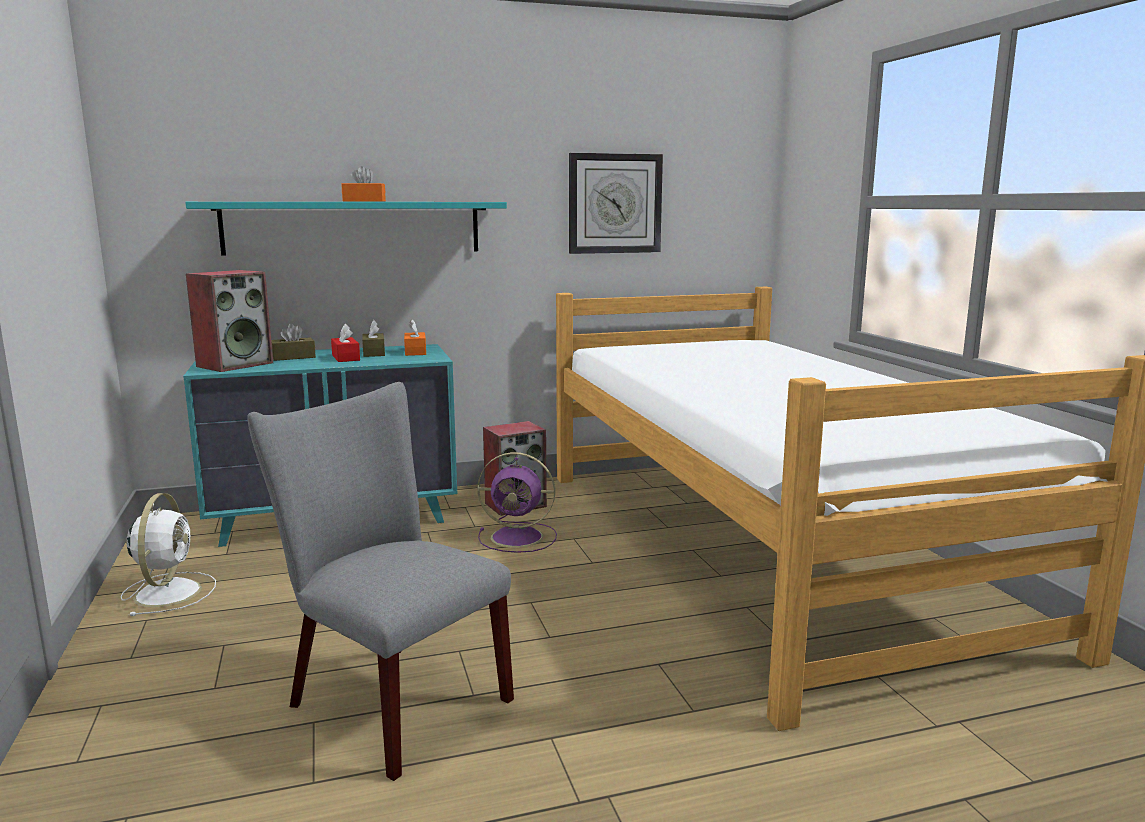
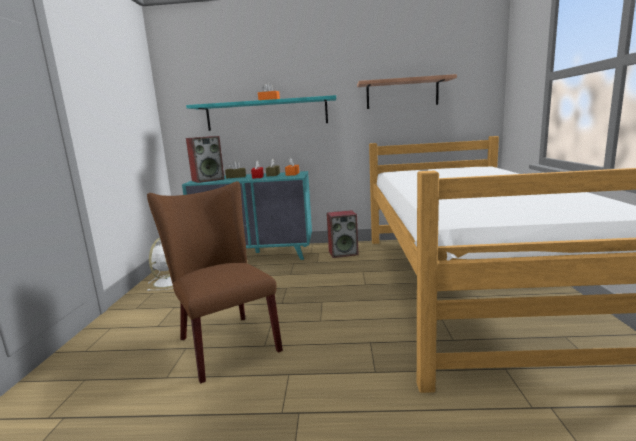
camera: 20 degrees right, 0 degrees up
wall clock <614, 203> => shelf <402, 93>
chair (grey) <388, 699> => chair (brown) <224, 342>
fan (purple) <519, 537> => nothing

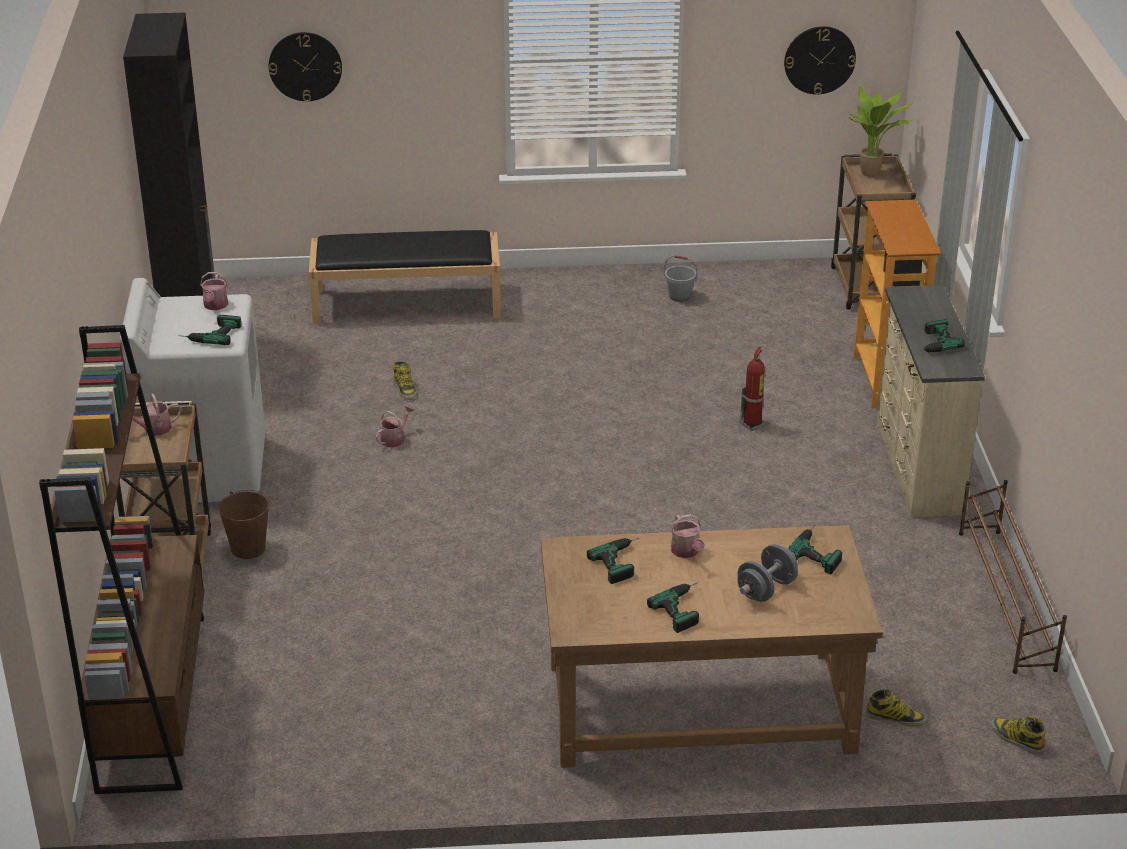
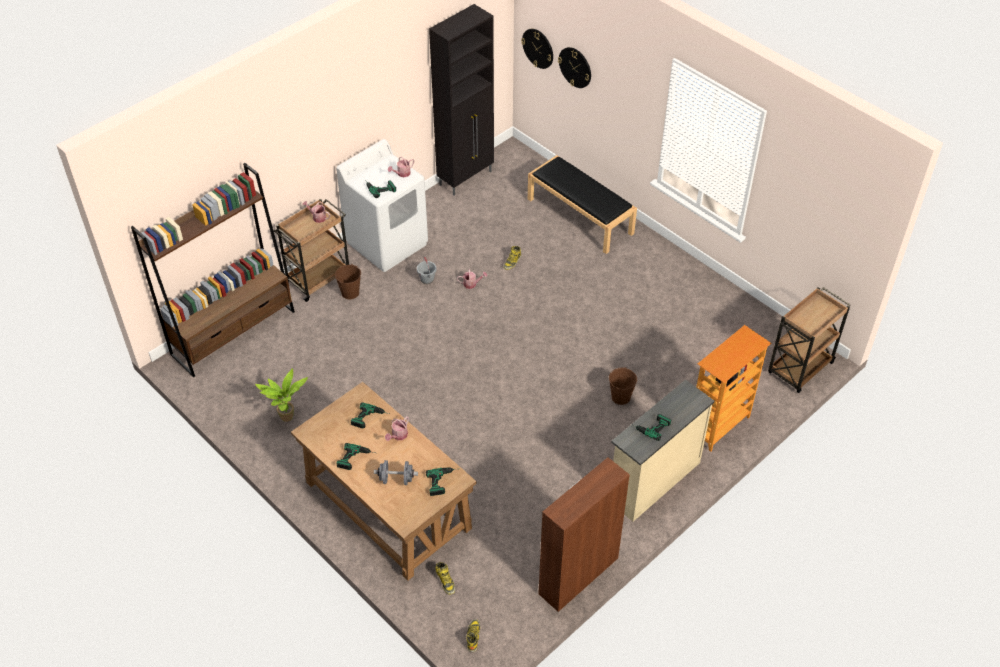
camera: 50 degrees right, 15 degrees up
wall clock <819, 60> => wall clock <538, 48>, relocated
potted plant <872, 174> => potted plant <288, 419>, relocated
bucket (grey) <679, 296> => bucket (grey) <427, 279>, relocated
fire extinguisher <752, 424> => bucket (brown) <621, 397>
shoe rack (brown) <1005, 600> => cabinet (brown) <578, 576>

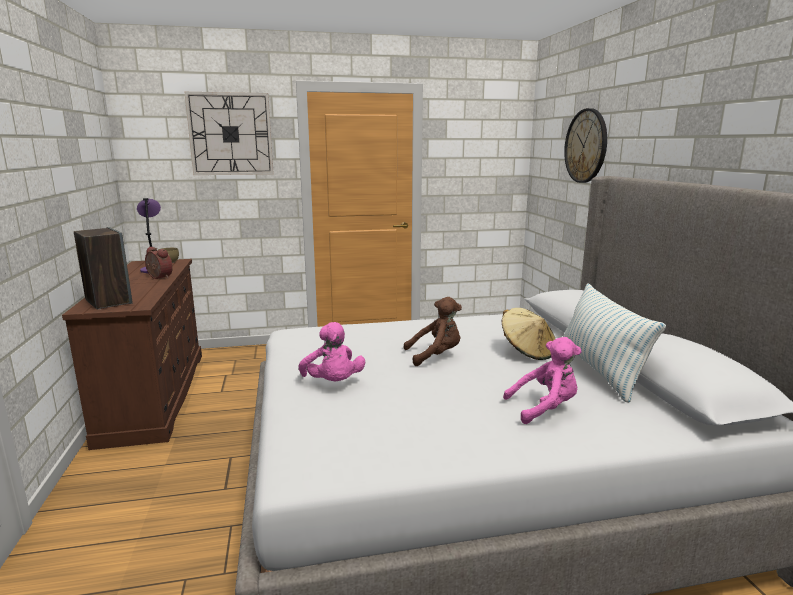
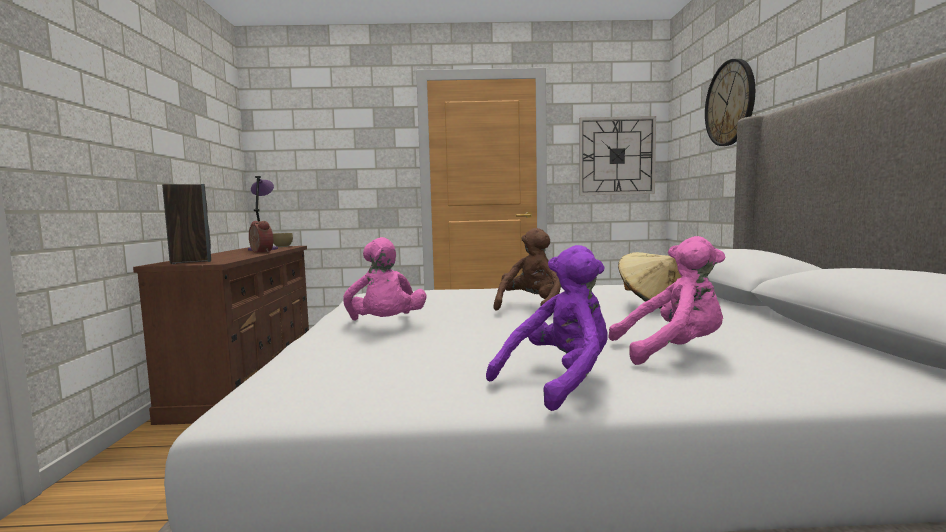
camera: 10 degrees right, 10 degrees down
wall clock <230, 134> => wall clock <616, 156>, relocated
pillow <599, 370> => nothing
plush toy (brown) <435, 356> => plush toy (brown) <530, 307>, 60 degrees counterclockwise
nothing => plush toy (purple) <560, 381>

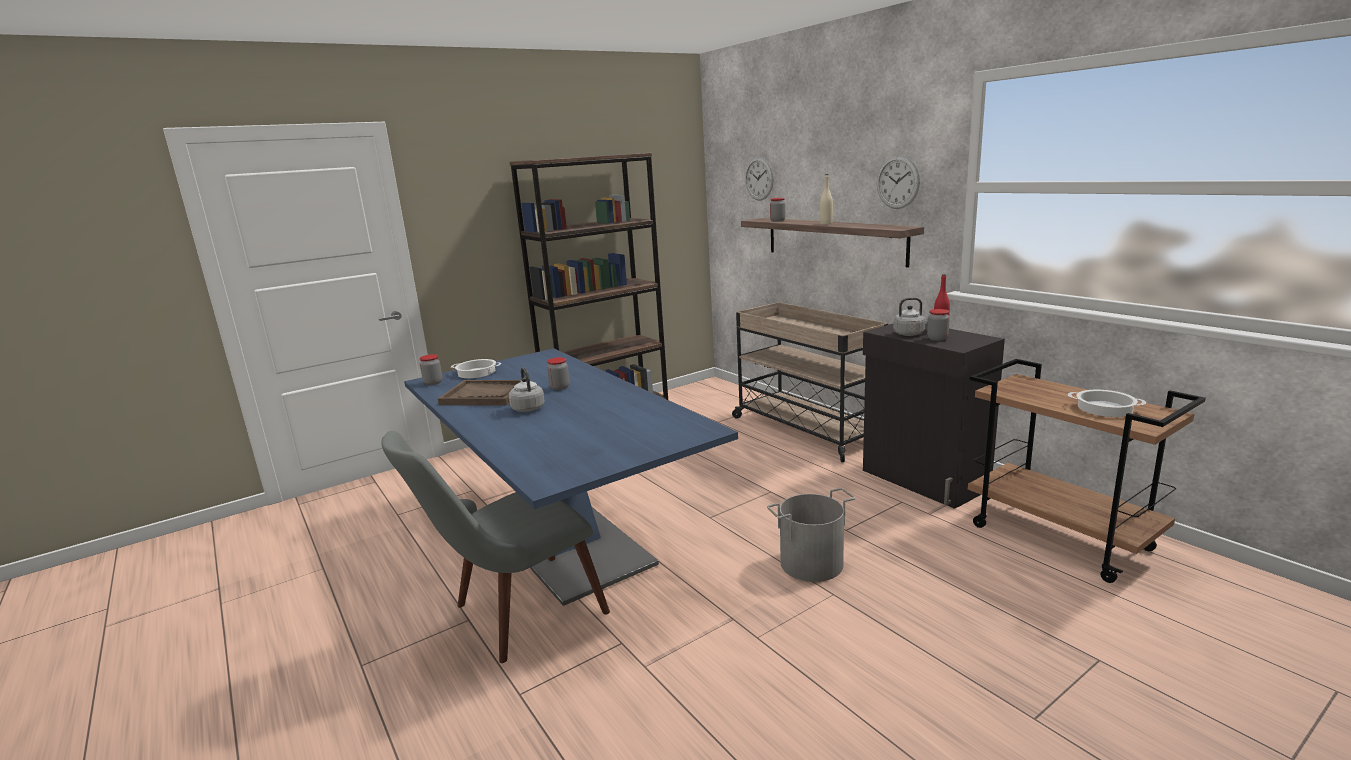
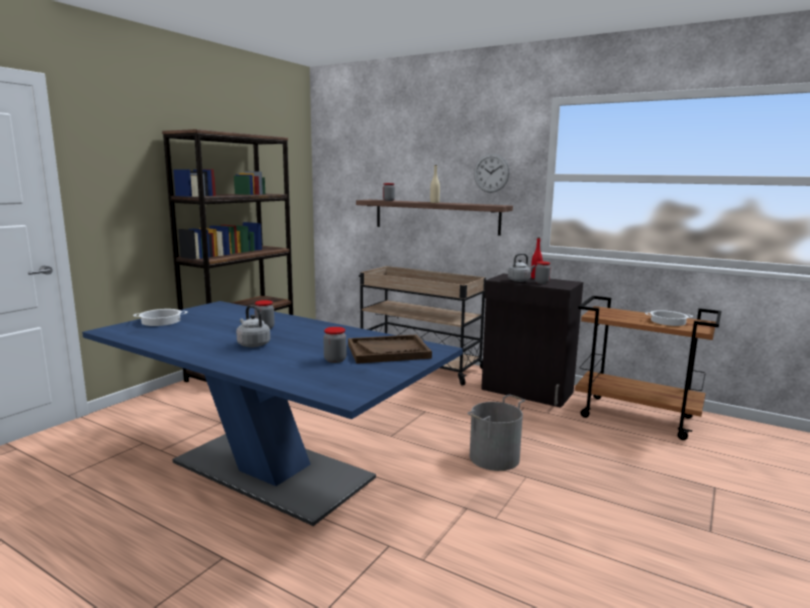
camera: 25 degrees left, 5 degrees down
wall clock <759, 179> => nothing
jar <433, 382> => jar <335, 360>, relocated
tray (brown) <485, 395> => tray (brown) <388, 351>, relocated
chair (grey) <512, 617> => nothing

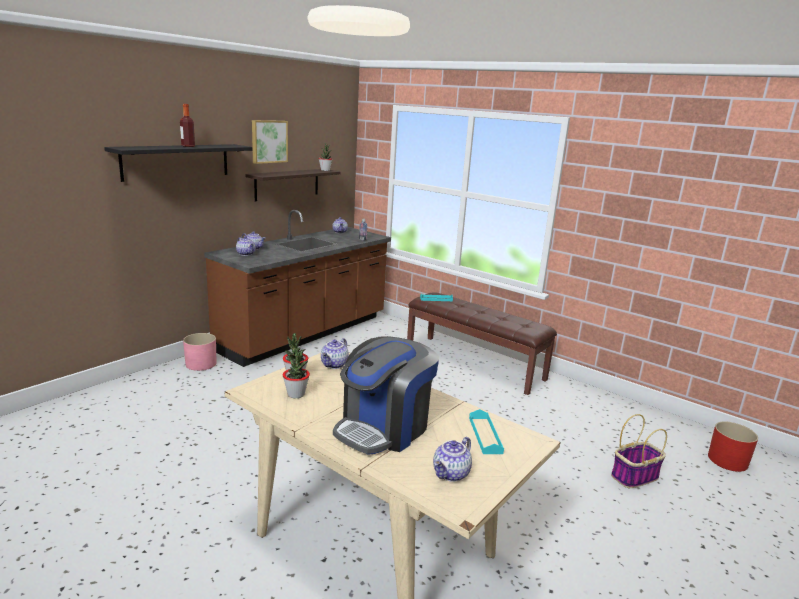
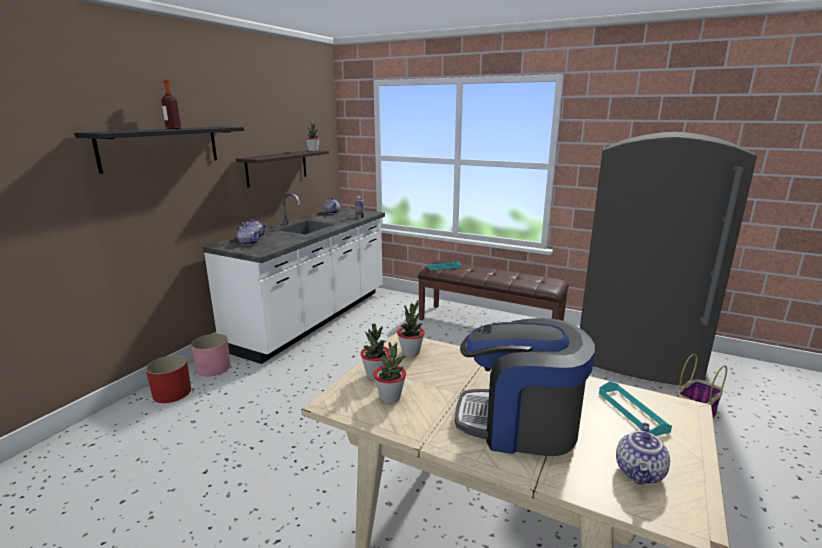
camera: 10 degrees left, 0 degrees up
picture <268, 141> => nothing
counter (brown) <305, 334> => counter (white) <313, 319>
coffee machine <384, 428> => coffee machine <519, 424>, 75 degrees clockwise
teapot <334, 365> => potted plant <410, 353>
planter (red) <727, 460> => planter (red) <171, 393>, relocated
nothing => fridge (grey) <638, 358>

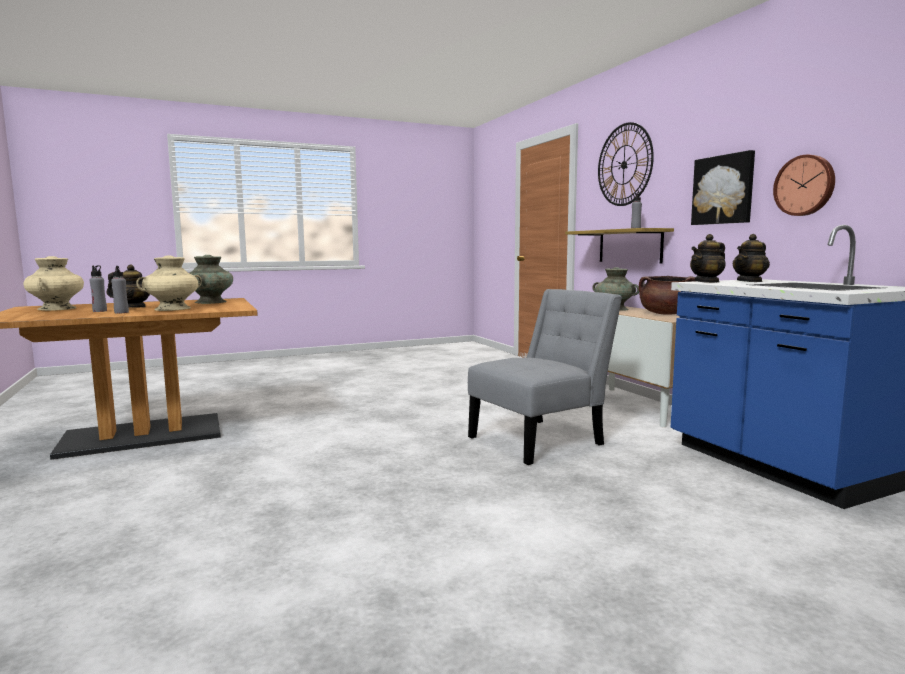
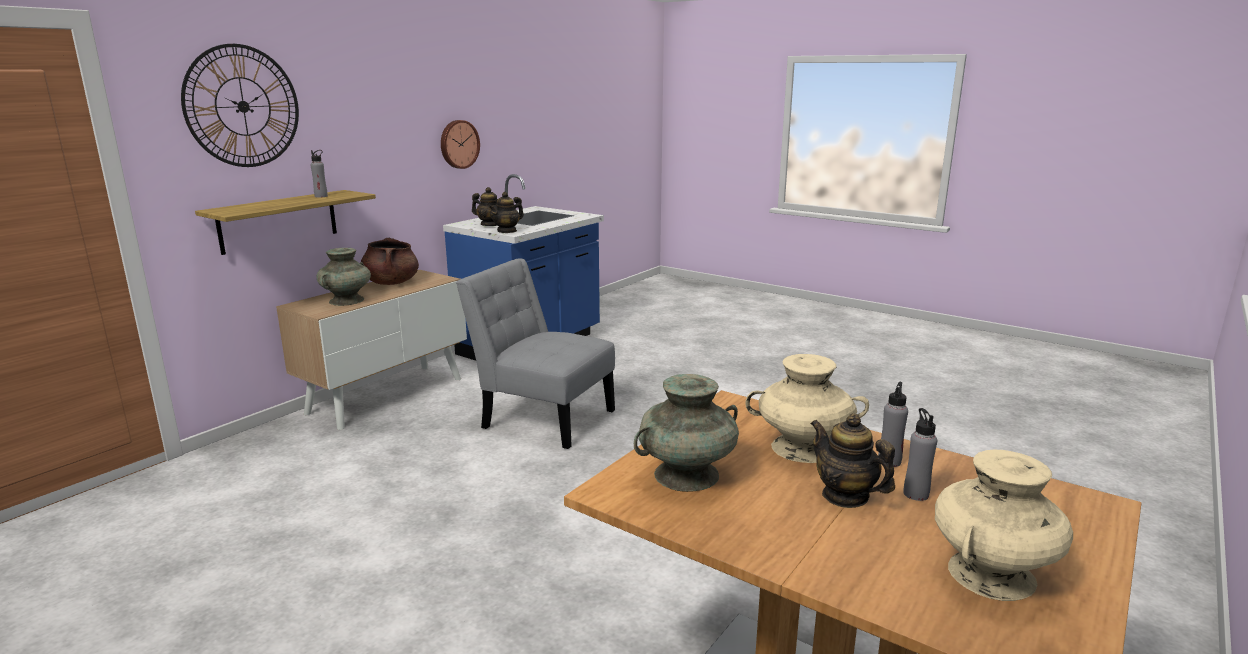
camera: 120 degrees left, 10 degrees up
picture <723, 190> => nothing
teapot <707, 282> => teapot <507, 231>, 105 degrees clockwise

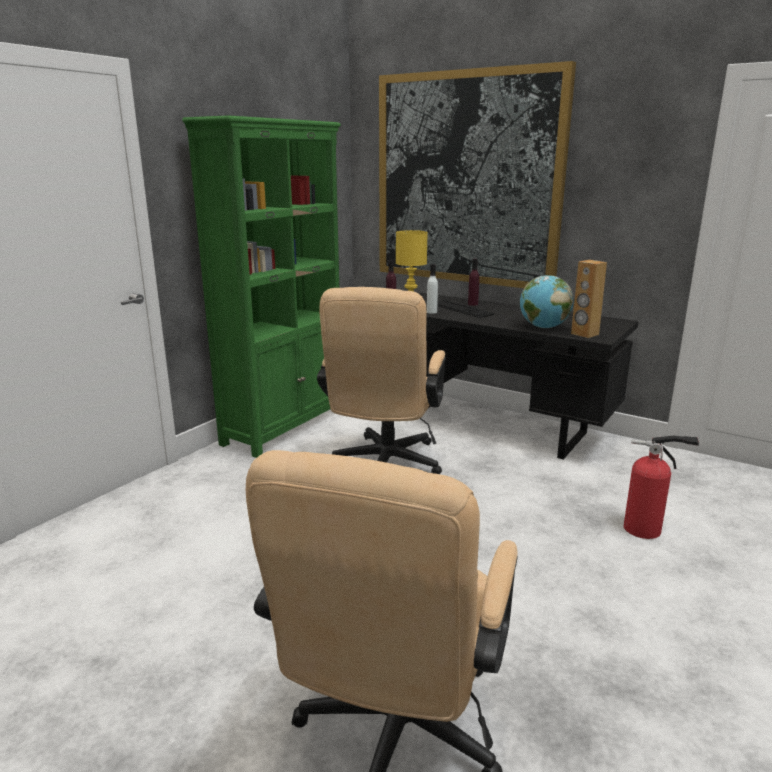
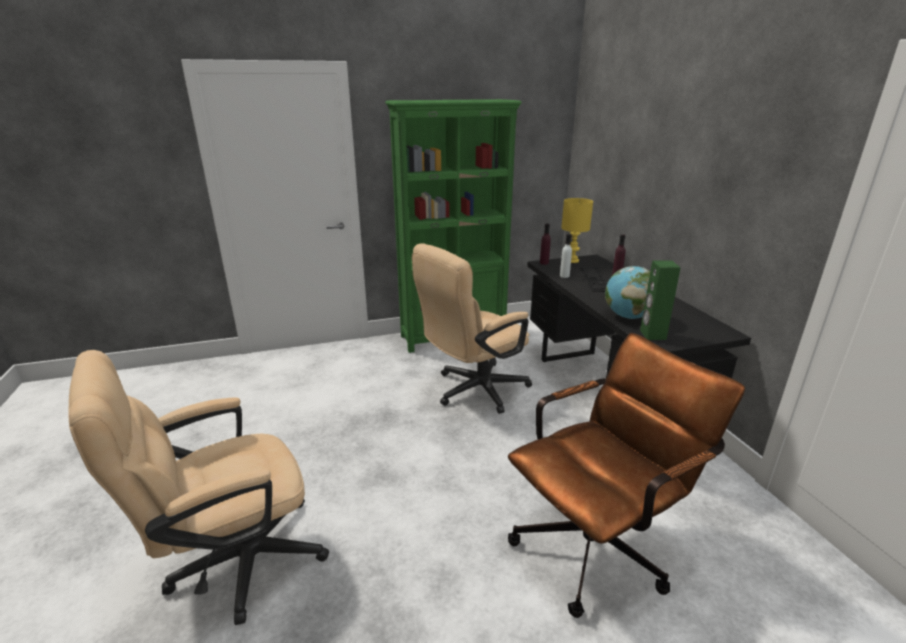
camera: 40 degrees right, 5 degrees up
picture <467, 180> => nothing
speaker (brown) <584, 334> => speaker (green) <652, 335>
fire extinguisher <646, 530> => office chair (brown) <599, 543>

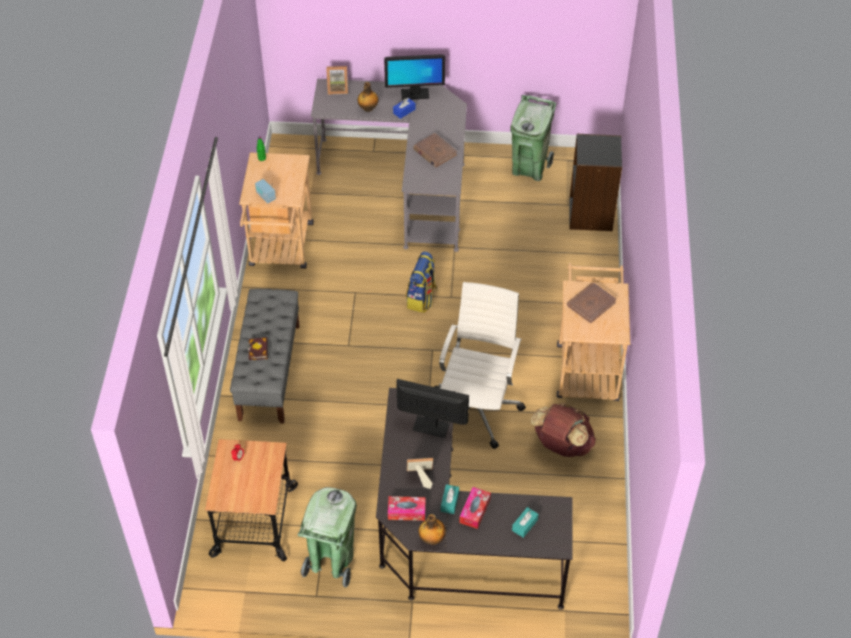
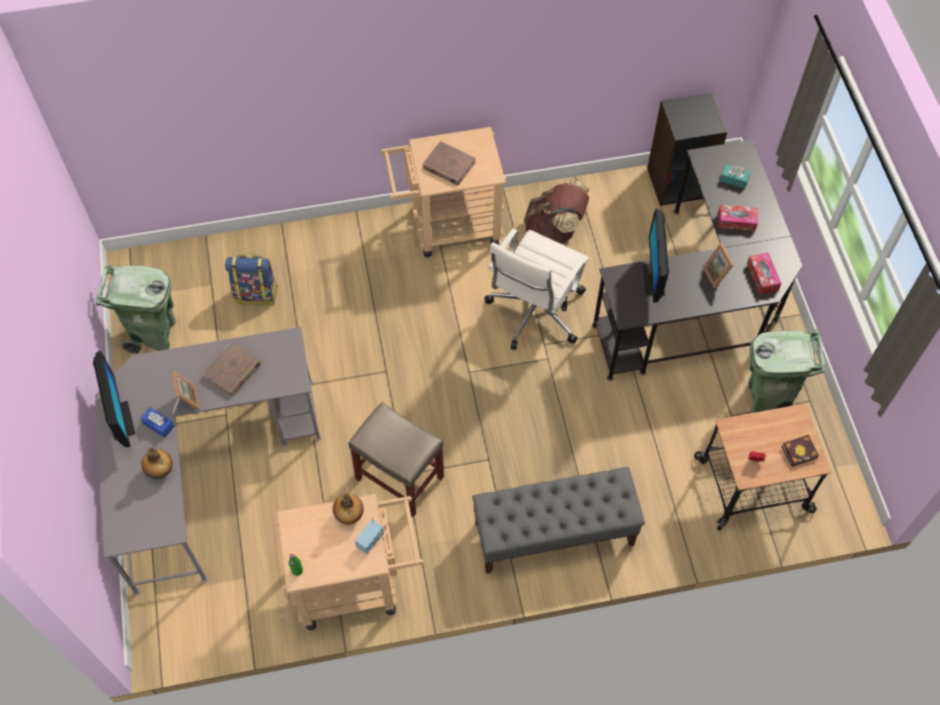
camera: 105 degrees left, 10 degrees up
picture frame <337, 89> => picture frame <186, 401>, relocated
bookcase (black) <591, 214> => bookcase (black) <677, 181>, relocated
backpack <422, 299> => backpack <256, 293>, relocated
office chair (white) <477, 408> => office chair (white) <534, 312>, 60 degrees counterclockwise
book <259, 351> => book <800, 451>, relocated
tissue box (turquoise) <450, 502> => nothing
bottle <432, 539> => bottle <349, 515>, relocated
nothing => stool (beige) <401, 478>

